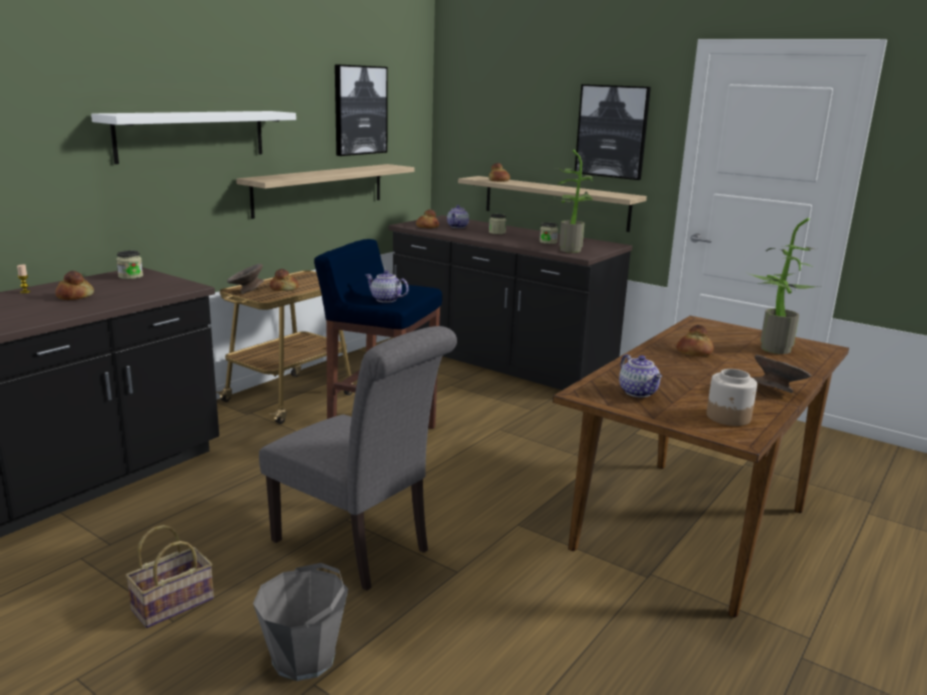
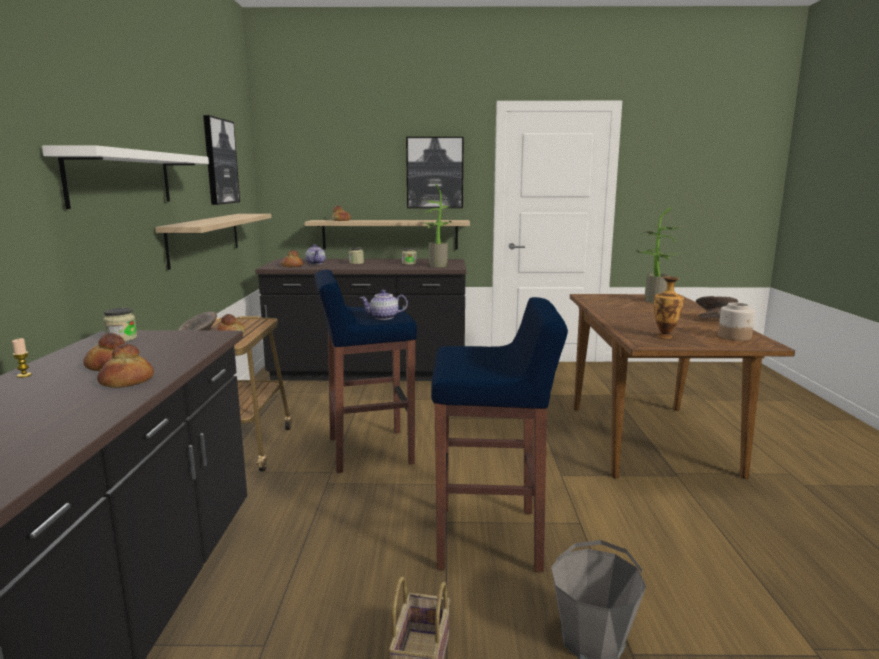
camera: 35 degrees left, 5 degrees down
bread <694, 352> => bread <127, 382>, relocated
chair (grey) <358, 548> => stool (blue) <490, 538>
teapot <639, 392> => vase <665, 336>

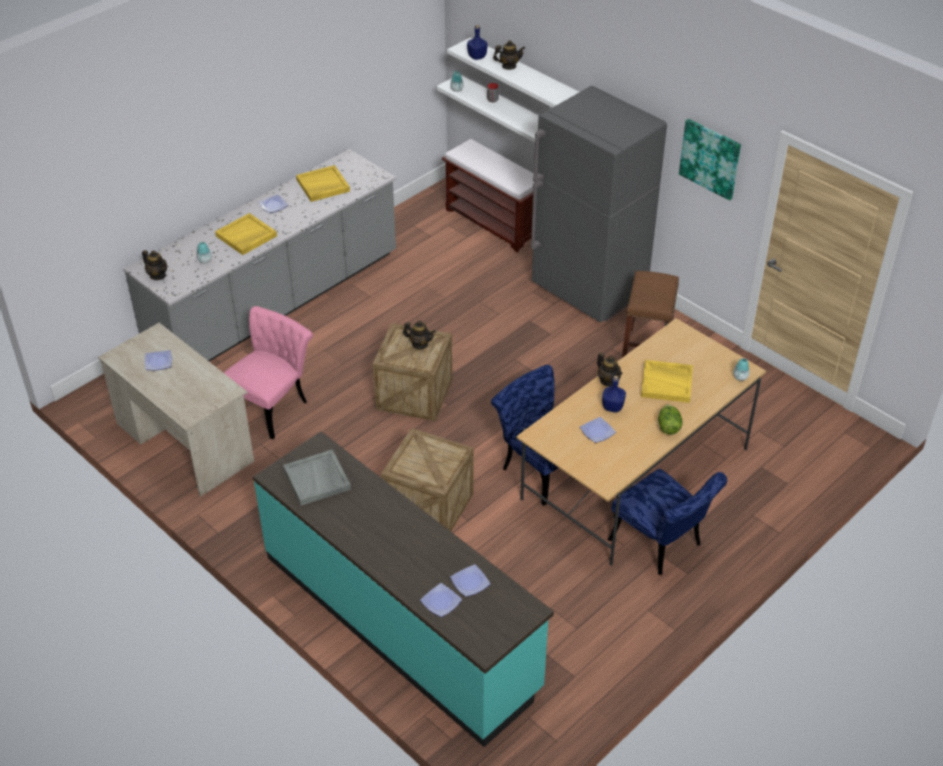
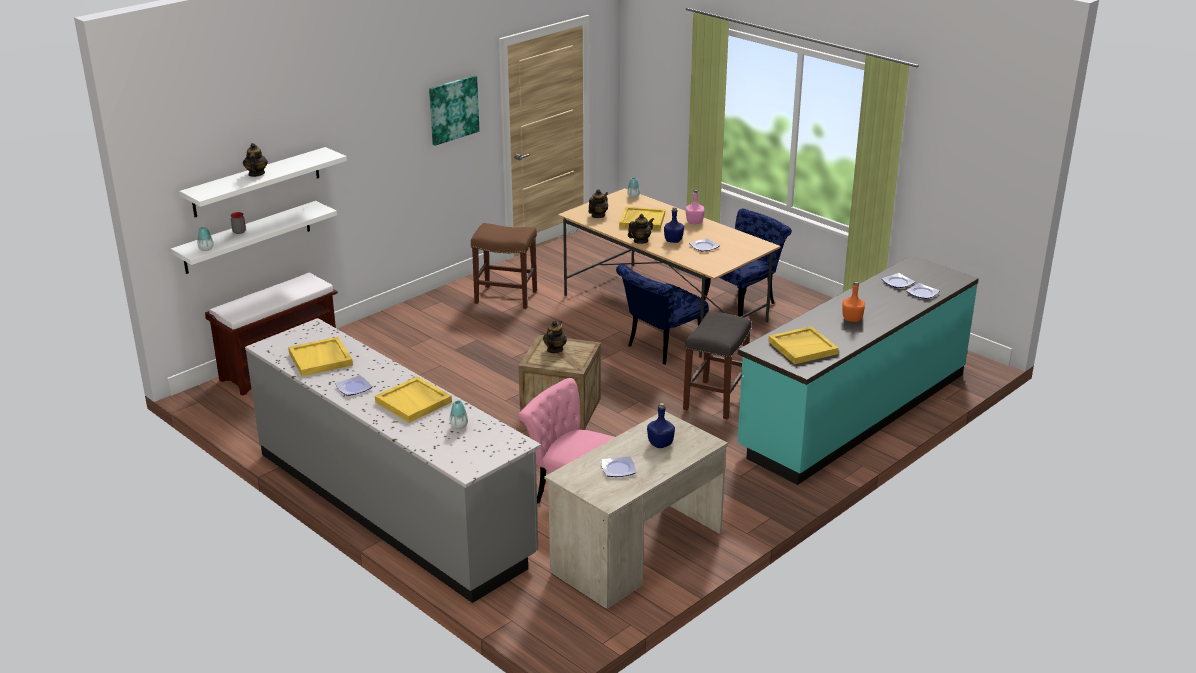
camera: 90 degrees left, 15 degrees down
bottle (blue) <476, 57> => bottle (blue) <660, 444>, relocated
fridge (grey) <589, 292> => nothing
teapot <158, 275> => teapot <598, 216>, relocated
lettuce <668, 427> => bottle (pink) <694, 222>
crate <429, 506> => stool (grey) <715, 400>
tray (grey) <317, 479> => tray (yellow) <803, 347>
nothing => bottle (orange) <852, 319>

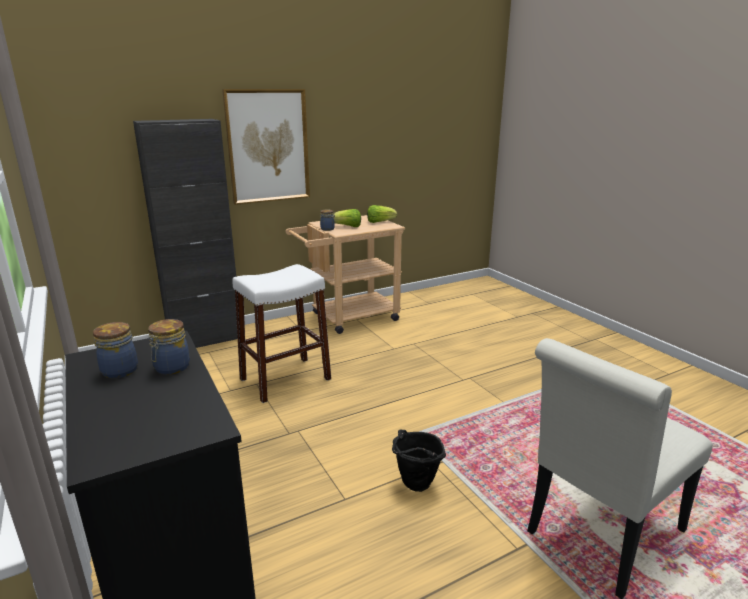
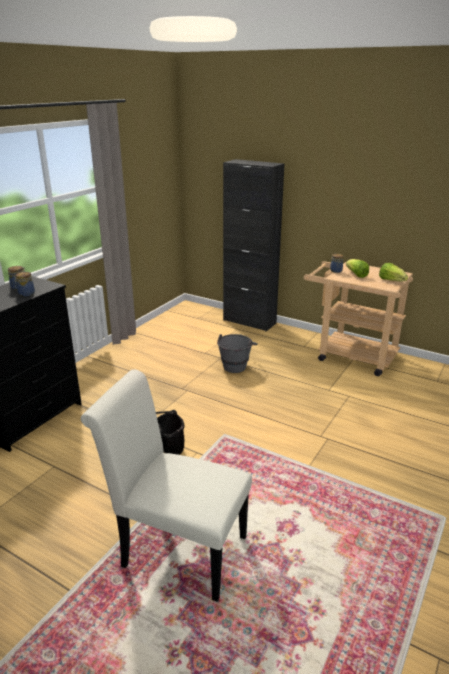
camera: 60 degrees right, 5 degrees up
picture <268, 146> => nothing
stool (white) <285, 379> => bucket (grey) <236, 365>

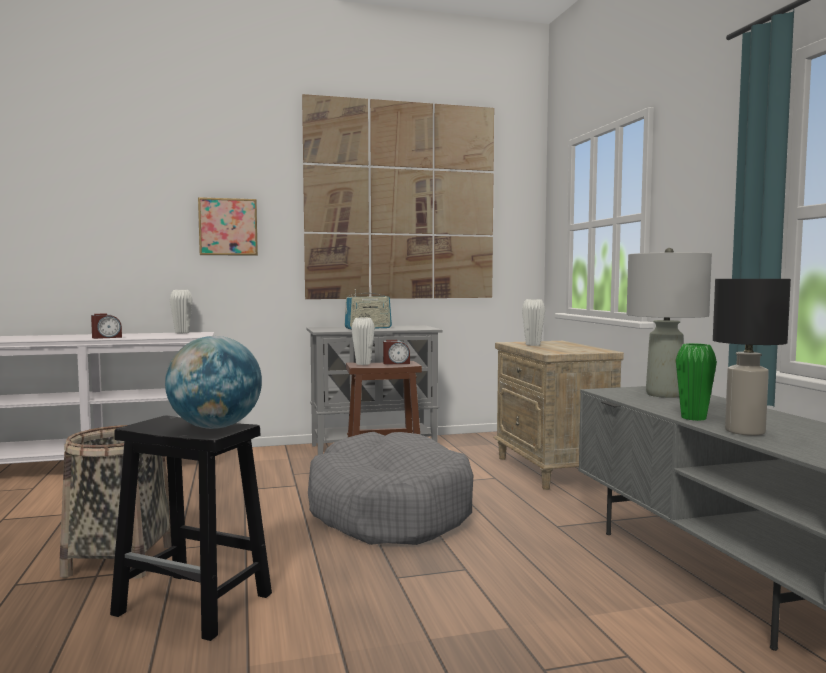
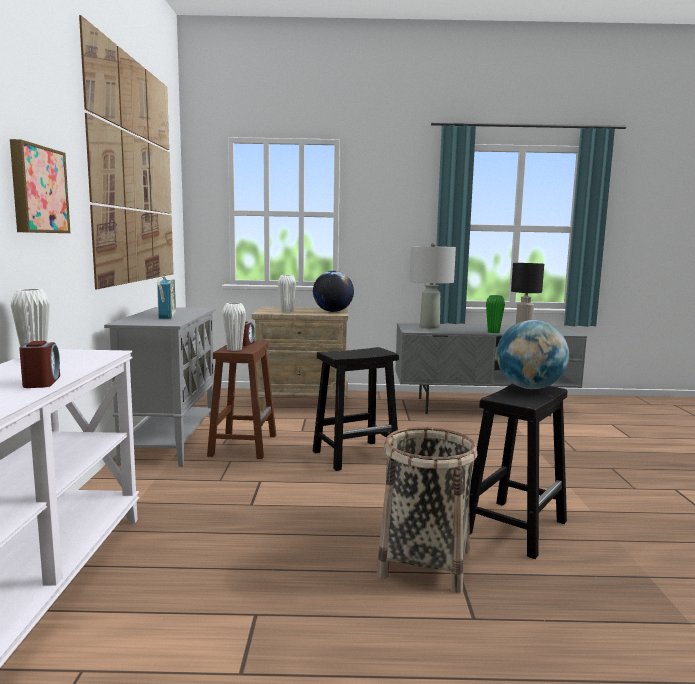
camera: 75 degrees left, 5 degrees up
dog bed (grey) <388, 511> => stool (black) <356, 455>
nothing => globe <332, 311>

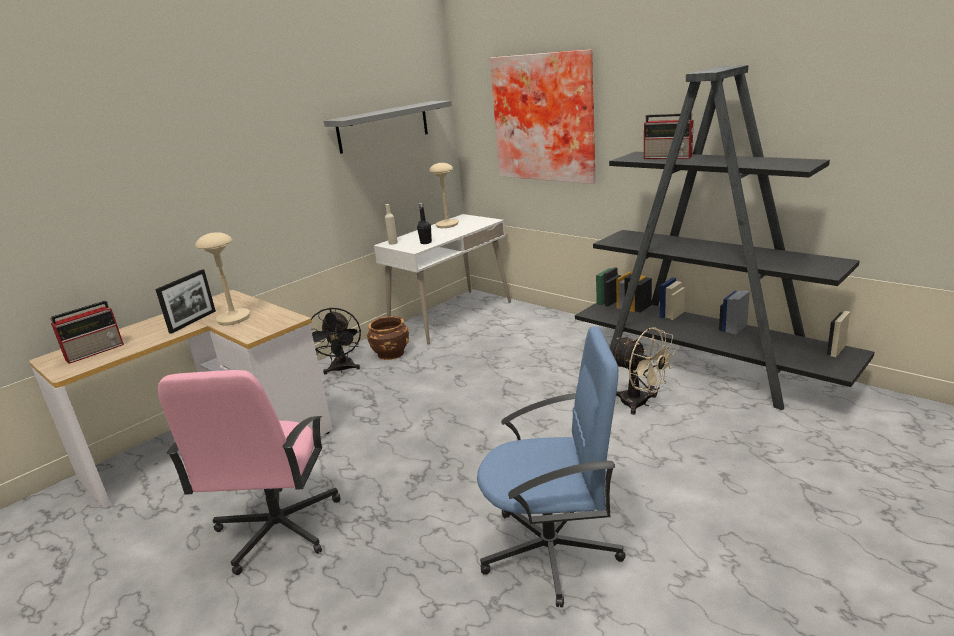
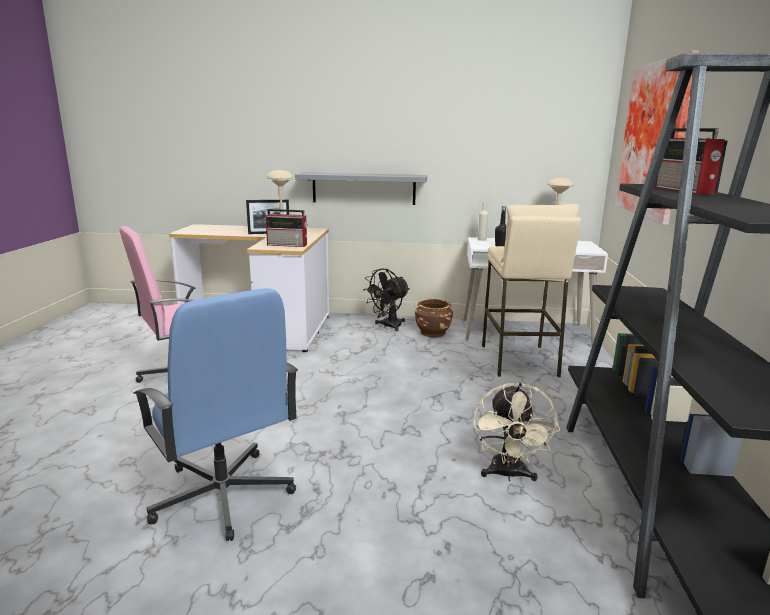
camera: 50 degrees right, 5 degrees down
shelf (grey) <383, 126> => shelf (grey) <363, 188>, relocated
radio <96, 351> => radio <288, 245>, relocated
nothing => stool (beige) <519, 361>

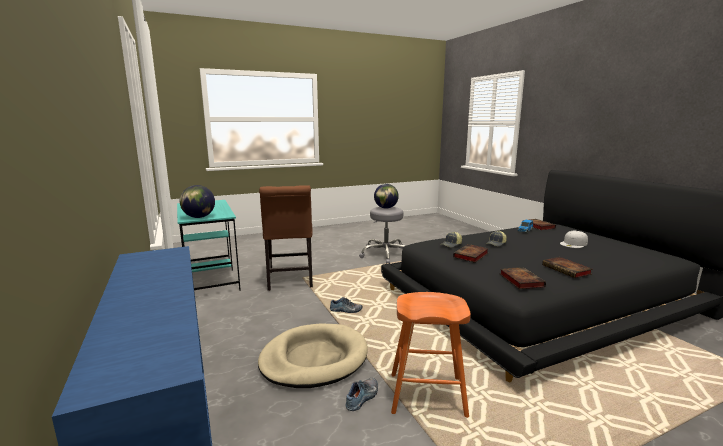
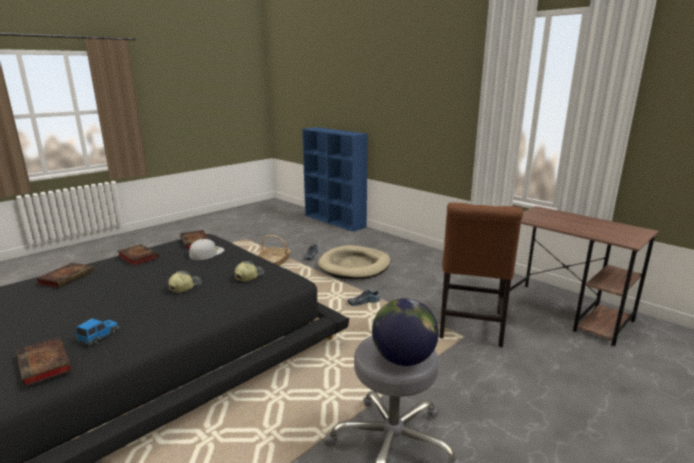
camera: 160 degrees right, 5 degrees up
globe <199, 217> => nothing
chair (brown) <290, 281> => chair (brown) <470, 328>, 135 degrees counterclockwise
desk (turquoise) <211, 278> => desk (brown) <565, 312>
cap (white) <574, 244> => cap (white) <206, 253>, relocated
book <471, 256> => book <67, 277>, relocated
stool (orange) <426, 395> => basket <274, 262>

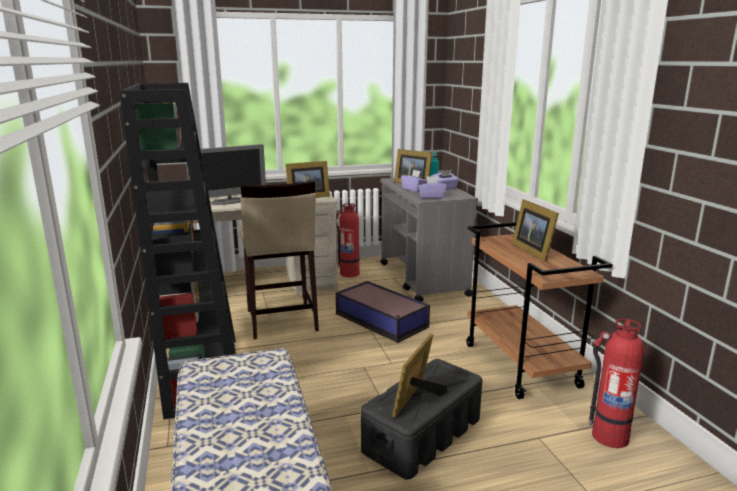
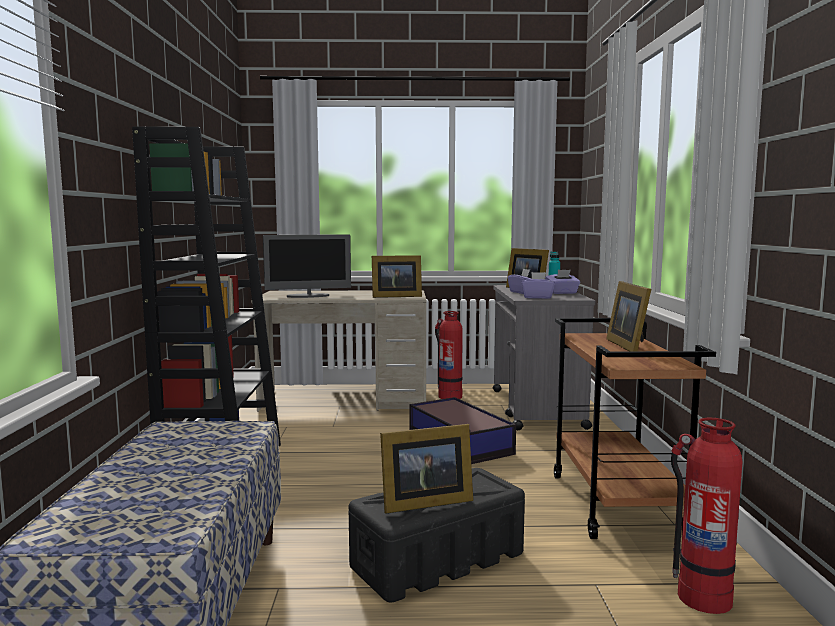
camera: 15 degrees right, 10 degrees down
stool (beige) <281, 321> => nothing
picture frame <417, 399> => picture frame <422, 502>, 150 degrees counterclockwise

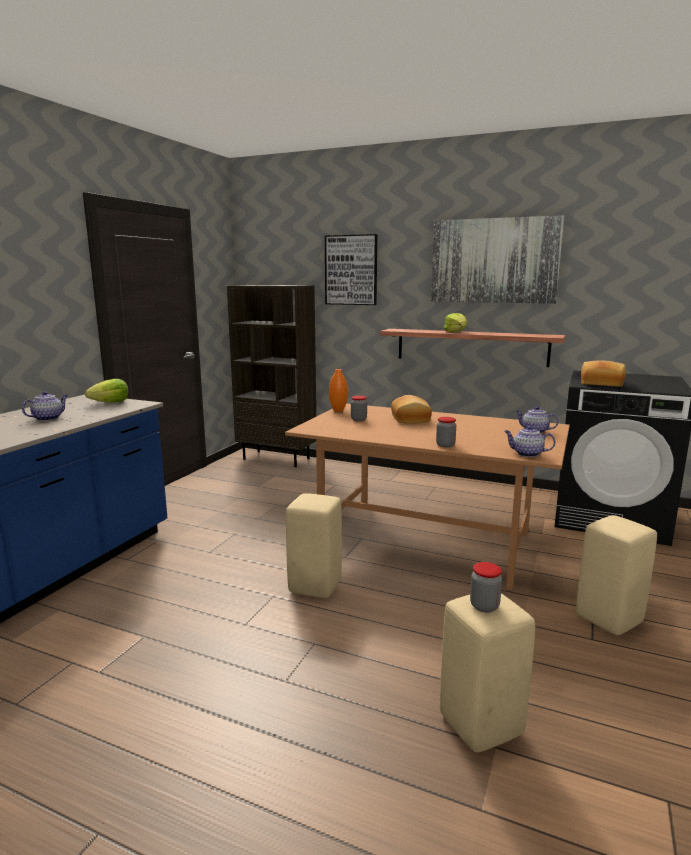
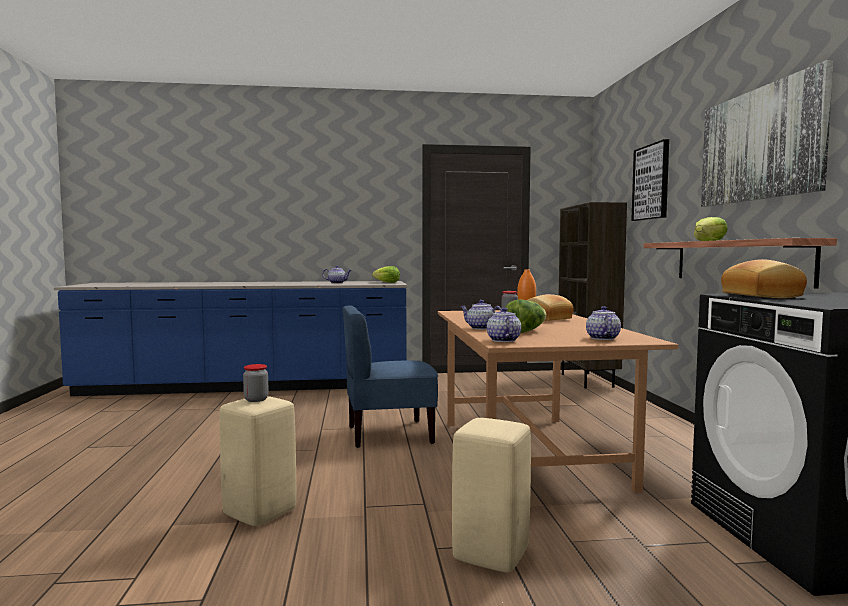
camera: 60 degrees right, 10 degrees down
jar <445, 445> => teapot <480, 328>
stool (beige) <314, 587> => chair (blue) <389, 434>
nothing => lettuce <525, 331>

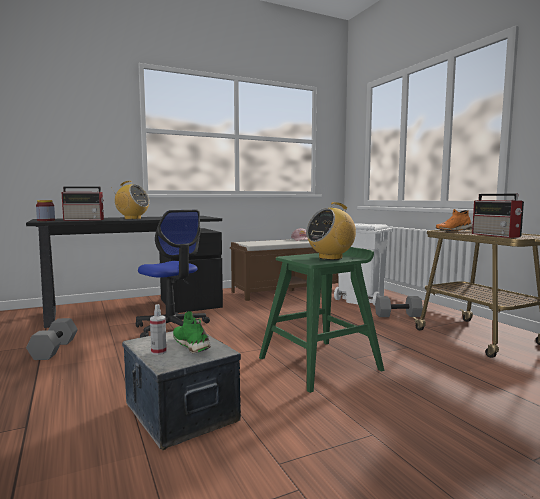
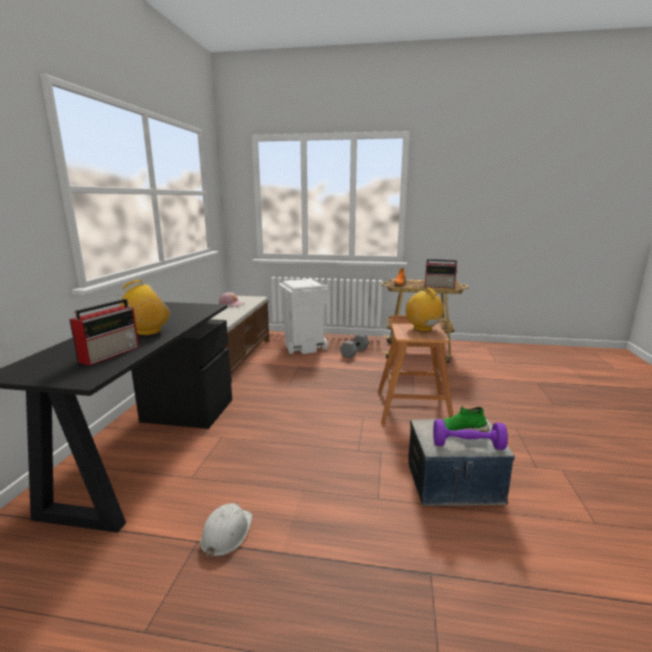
camera: 55 degrees left, 10 degrees up
jar <46, 220> => nothing
radio <330, 258> => radio <423, 329>, 150 degrees clockwise
office chair <172, 328> => nothing
stool (green) <320, 363> => stool (brown) <413, 407>
spray bottle <158, 352> => dumbbell (purple) <467, 445>
dumbbell (grey) <53, 349> => hard hat (white) <226, 533>

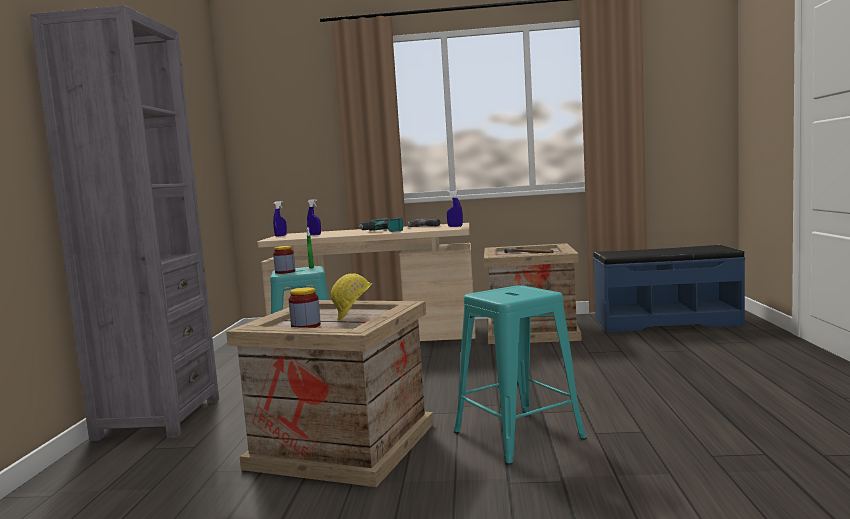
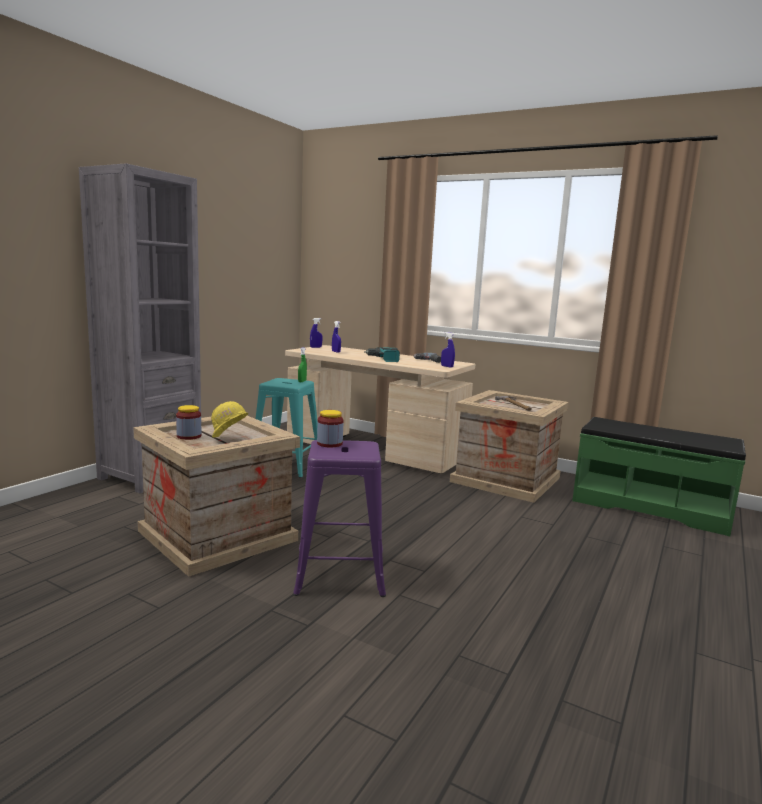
camera: 25 degrees right, 5 degrees up
bench (blue) <665, 322> => bench (green) <650, 507>
jar <285, 272> => jar <329, 443>, relocated
stool (turquoise) <518, 435> => stool (purple) <340, 573>

